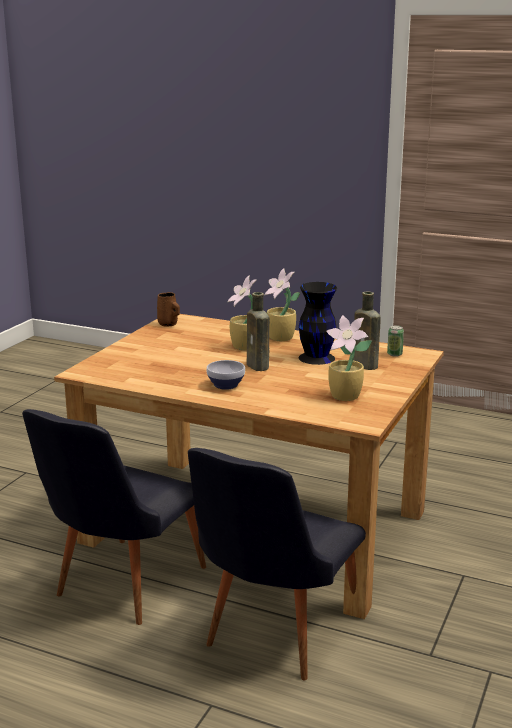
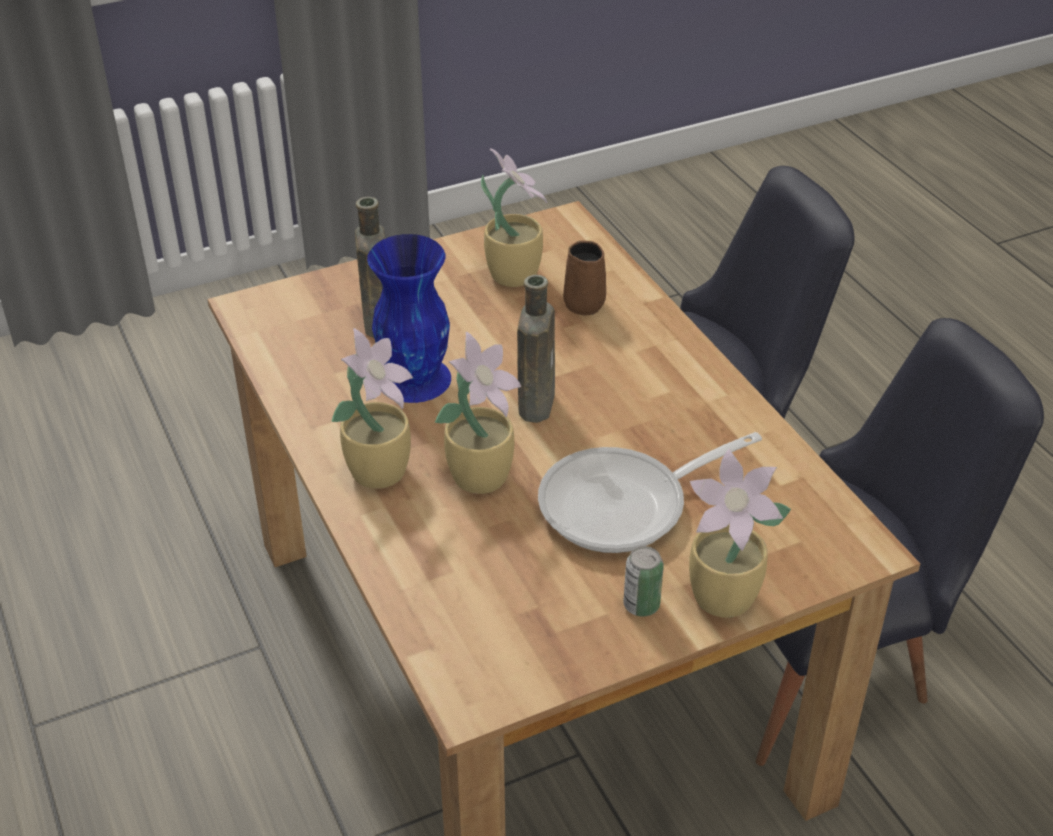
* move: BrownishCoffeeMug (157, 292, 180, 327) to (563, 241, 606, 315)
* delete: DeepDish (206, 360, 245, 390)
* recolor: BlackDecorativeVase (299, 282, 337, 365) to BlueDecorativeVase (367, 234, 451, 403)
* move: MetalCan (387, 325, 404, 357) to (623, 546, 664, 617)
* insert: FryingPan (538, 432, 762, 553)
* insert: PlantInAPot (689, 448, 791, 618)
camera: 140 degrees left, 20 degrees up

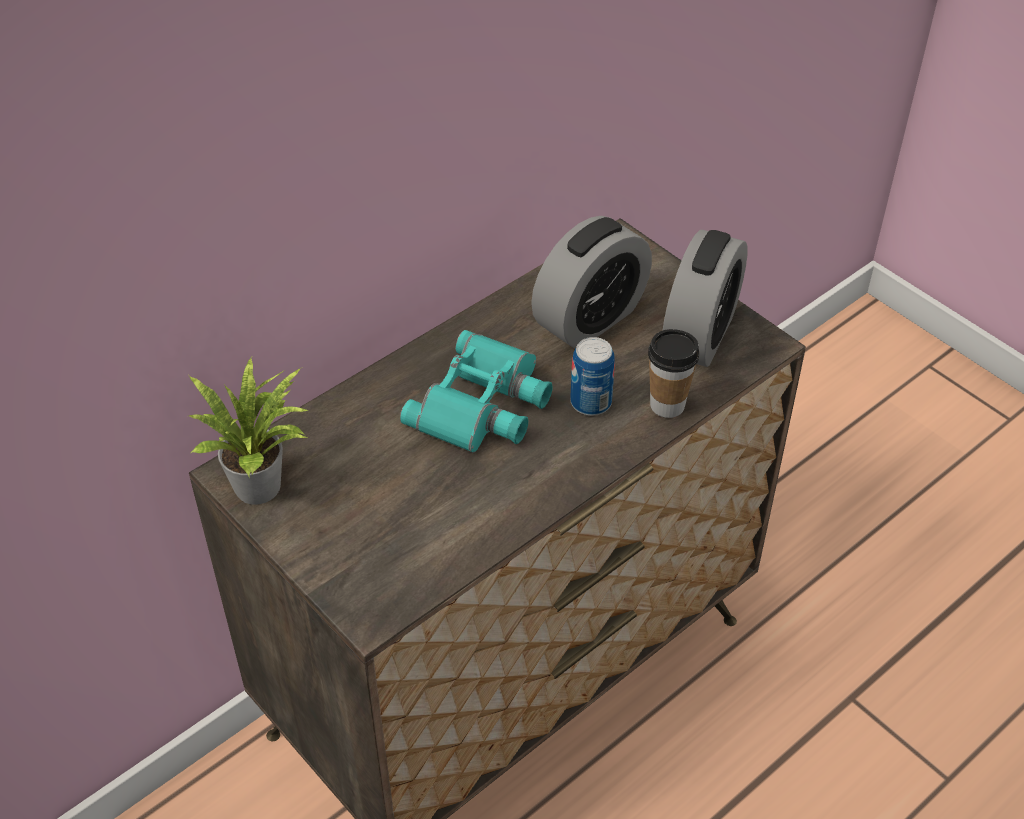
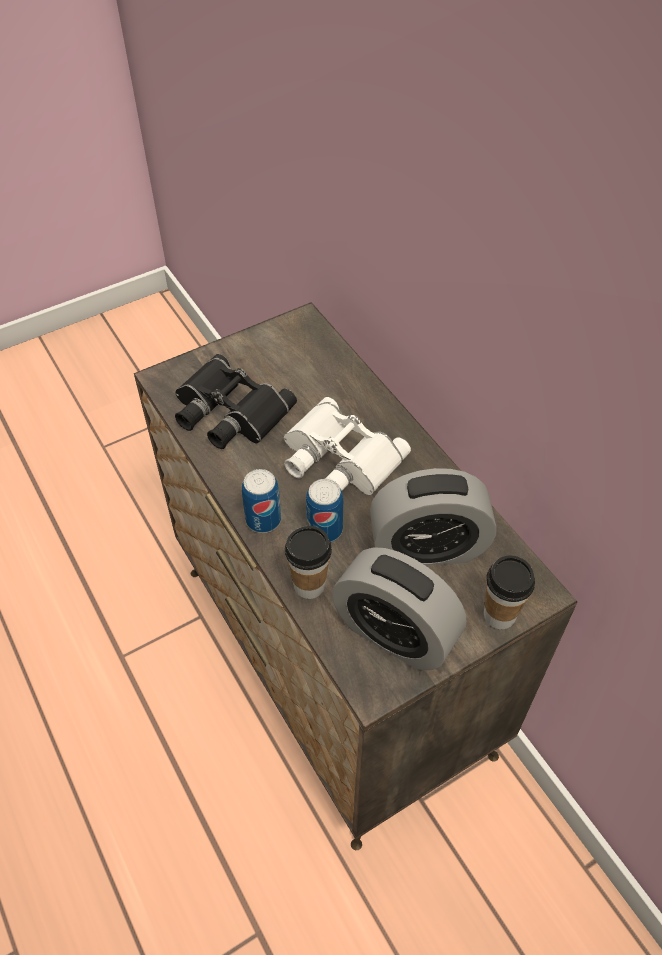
* delete: PlantInAPot (189, 357, 309, 504)
* recolor: TurquoiseColouredBinoculars (400, 330, 553, 453) to WhiteColouredBinoculars (284, 397, 411, 495)
* rotate: TableClock (531, 216, 652, 349) = (370, 468, 496, 566) 60 degrees counterclockwise
* insert: BlackBinoculars (175, 354, 297, 449)
* insert: MetalCan (242, 469, 281, 533)
* insert: SmallCup (484, 555, 535, 629)
camera: 100 degrees right, 5 degrees up

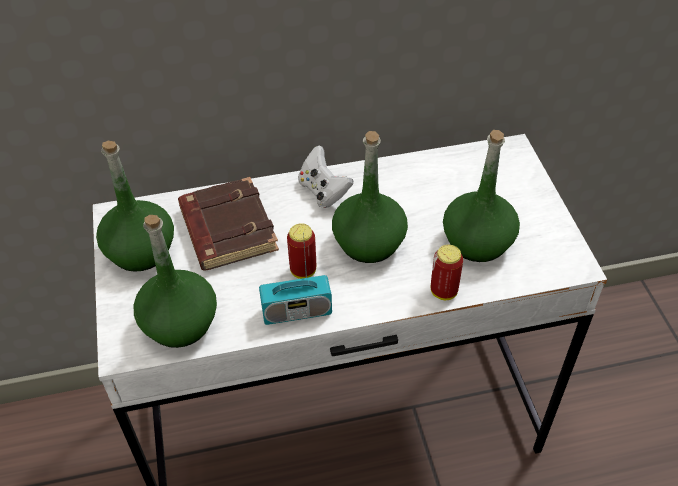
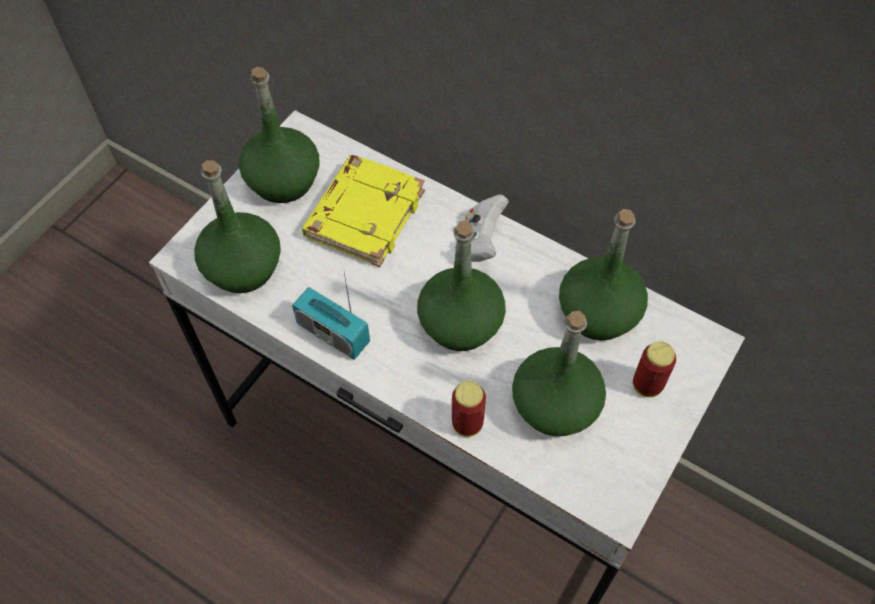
* recolor: BrownishBoundBook (178, 177, 279, 271) to YellowBoundBook (302, 155, 425, 267)
* move: MetalCan (287, 223, 316, 279) to (633, 341, 676, 397)
* insert: GreenishDrinkBottle (559, 209, 648, 340)
camera: 45 degrees right, 10 degrees up

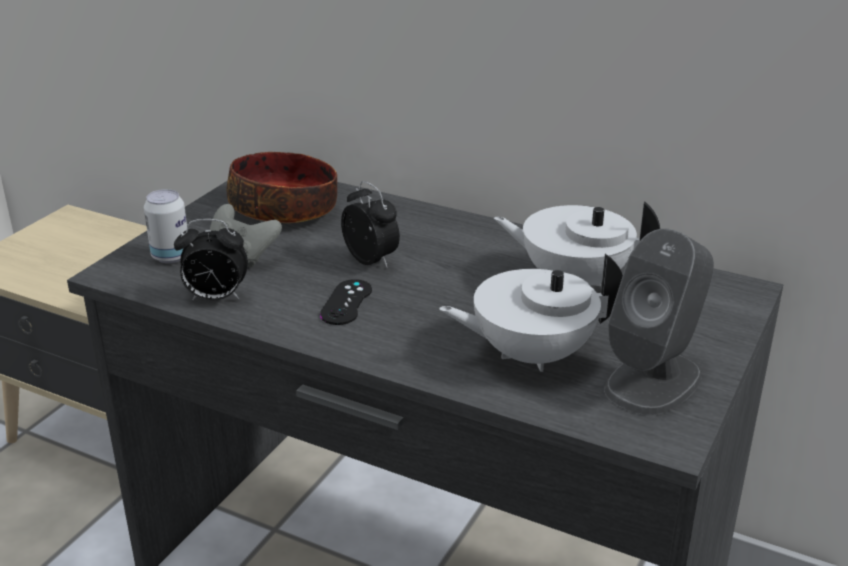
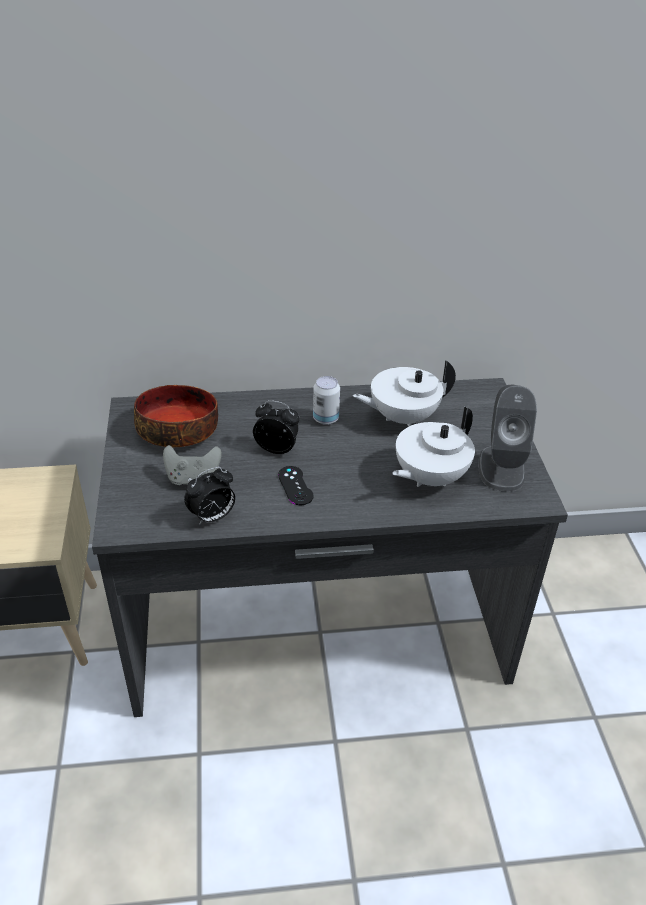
* move: MetalCan (144, 189, 187, 263) to (313, 376, 340, 425)
camera: 35 degrees left, 10 degrees up

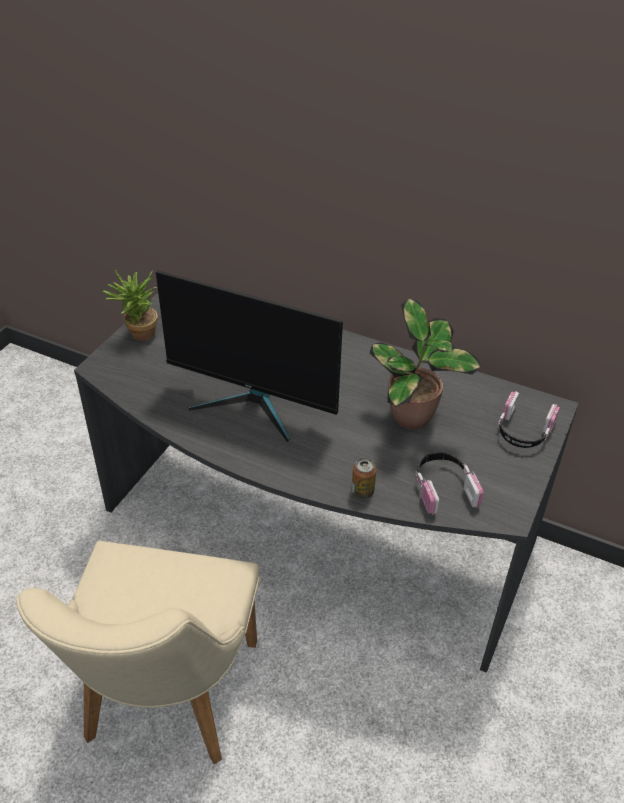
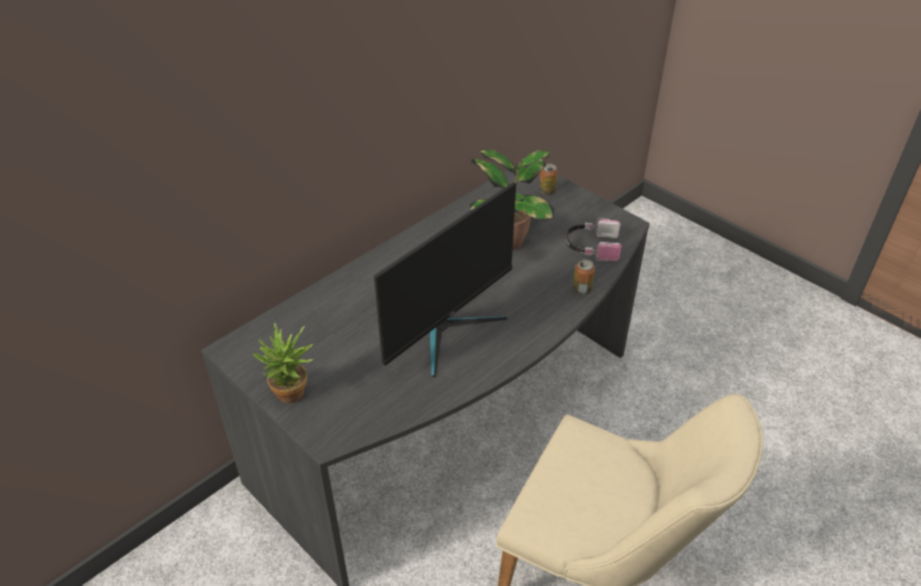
* replace: Headset (498, 391, 560, 448) to MetalCan (539, 163, 558, 196)
camera: 70 degrees left, 0 degrees up

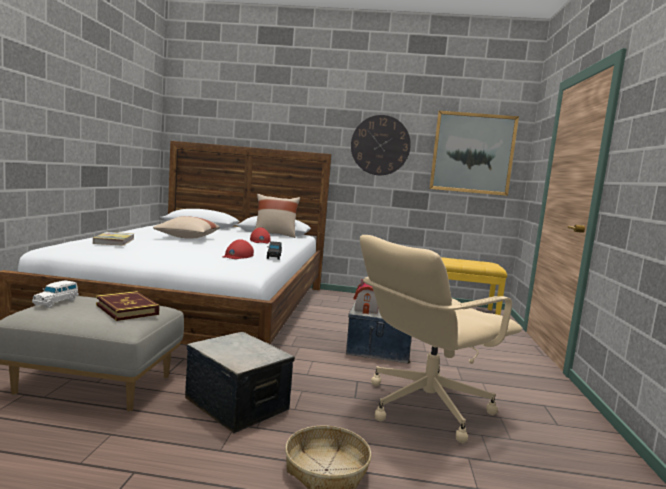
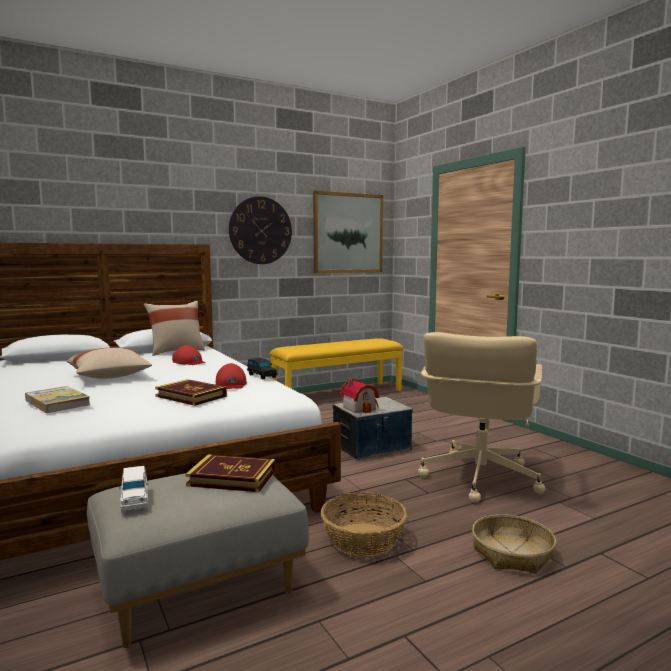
* replace: StorageBox (185, 332, 295, 433) to StorageBasket (321, 492, 407, 557)
* insert: BoundBook (155, 379, 227, 406)
camera: 35 degrees left, 0 degrees up

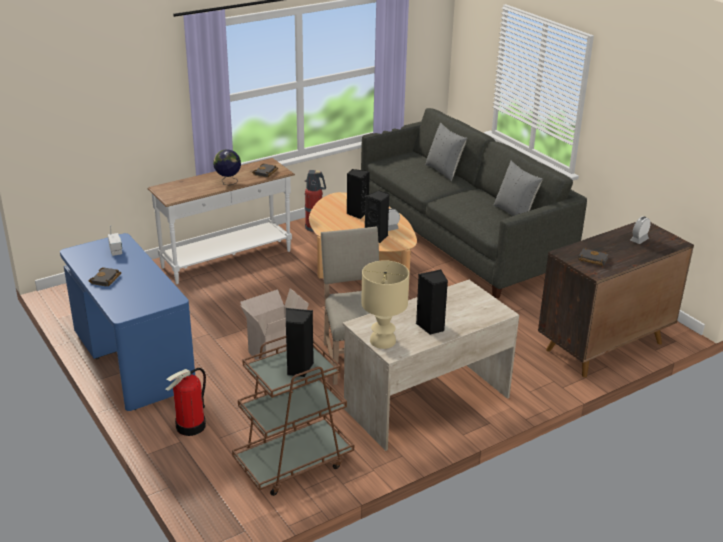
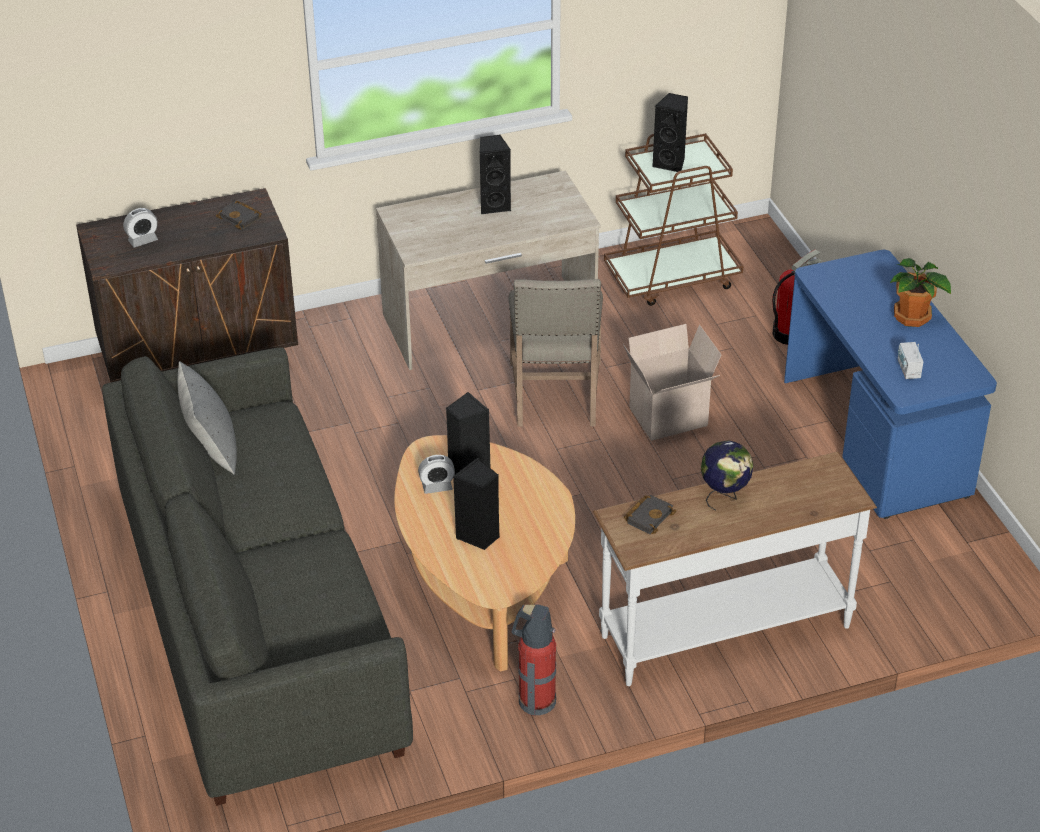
* replace: BlackBoundBook (89, 267, 121, 287) to PlantInAPot (890, 258, 951, 327)
* delete: BeigeColouredLampForATable (361, 260, 409, 349)
* delete: GreyThrowPillow (425, 123, 467, 181)
camera: 165 degrees left, 10 degrees up

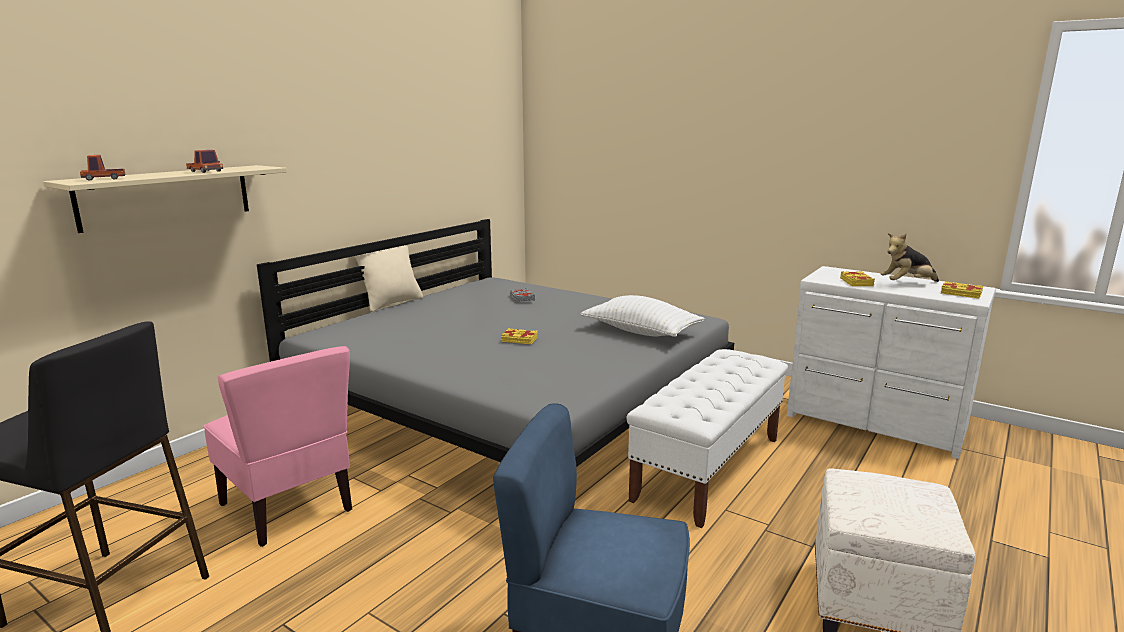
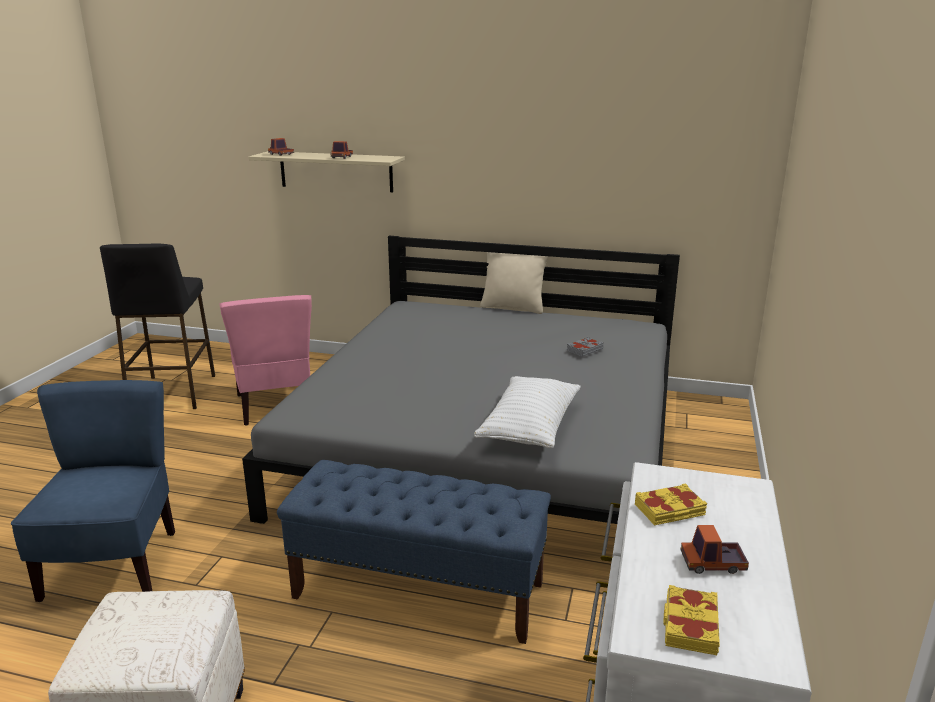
* rotate: PinkishUprightChair (203, 346, 352, 547) = (220, 295, 312, 425) 45 degrees counterclockwise
* delete: YellowBoundBook (501, 328, 538, 344)
* recolor: WhiteColouredBench (626, 349, 788, 528) to BlueBench (277, 460, 551, 644)
* replace: SoftToy (881, 233, 939, 282) to ModelTruck (681, 525, 749, 574)
camera: 70 degrees right, 5 degrees up

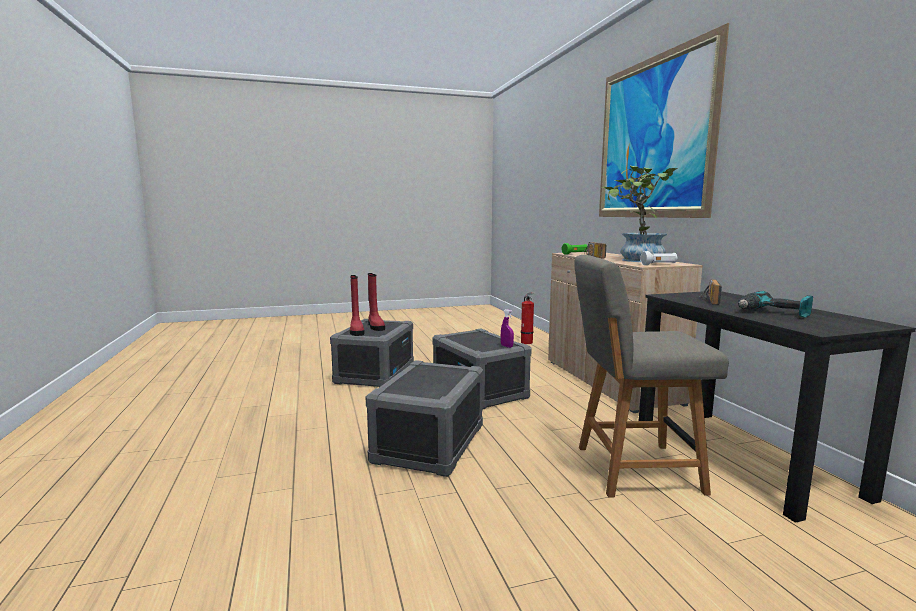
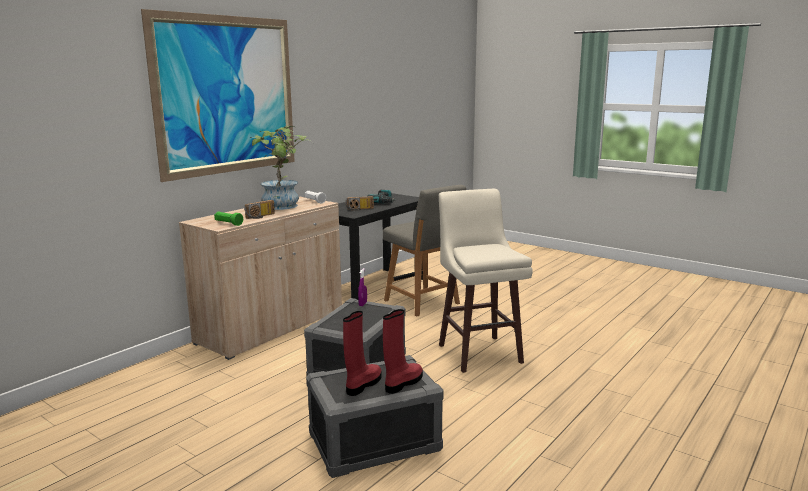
* replace: GreyStorageBox (366, 360, 483, 477) to BeigeColouredStool (439, 189, 533, 373)
* delete: Extinguisher (521, 292, 534, 344)
camera: 125 degrees left, 5 degrees up

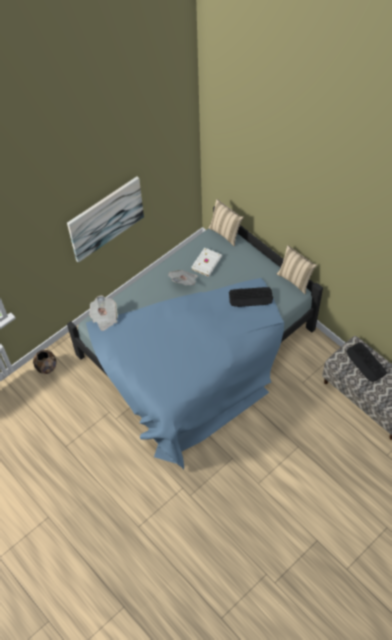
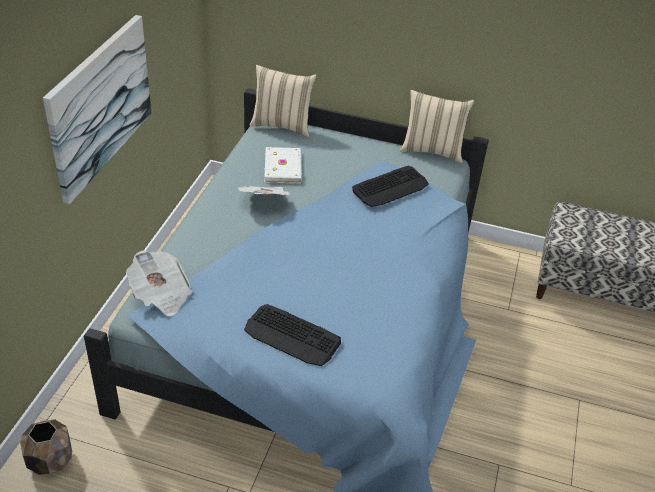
* move: PcKeyboard (346, 343, 387, 382) to (244, 304, 341, 366)
camera: 35 degrees left, 15 degrees down

